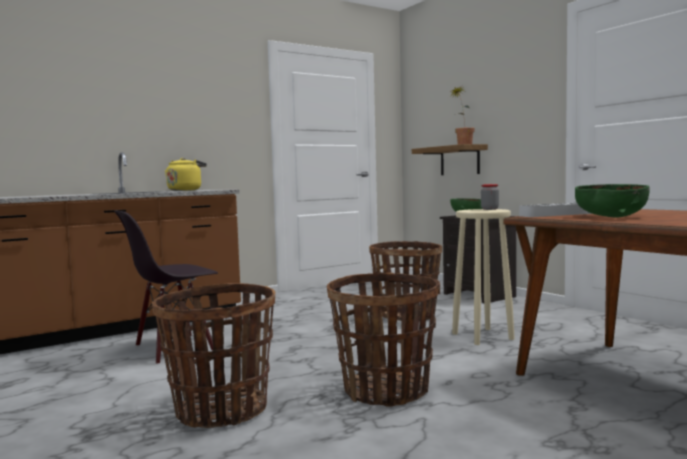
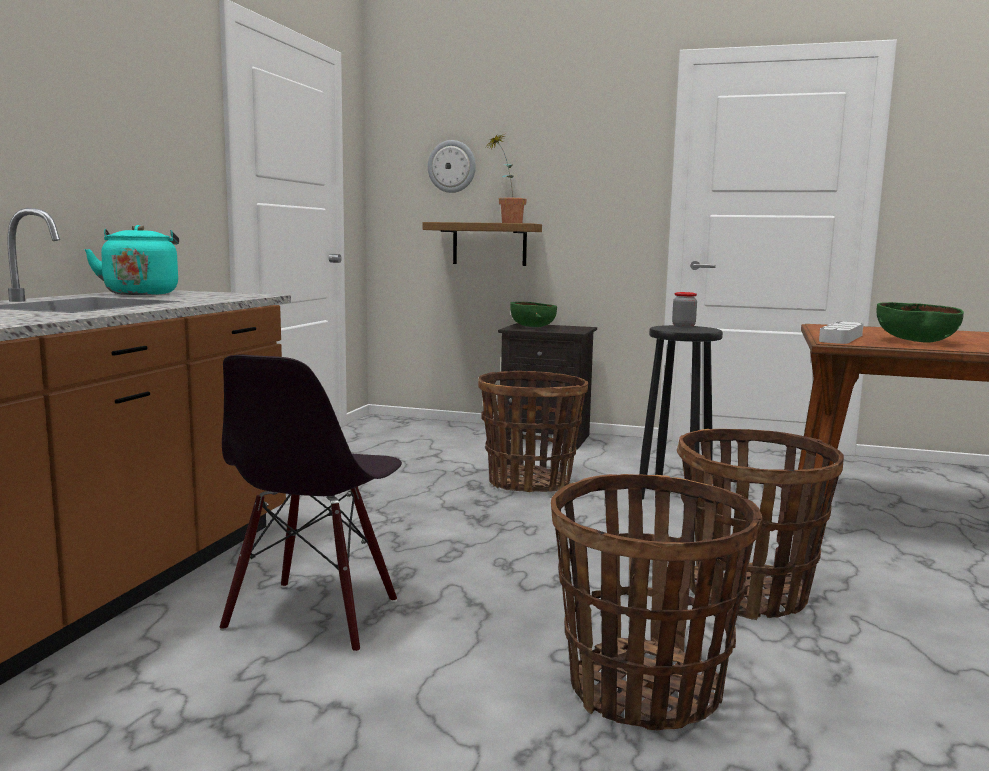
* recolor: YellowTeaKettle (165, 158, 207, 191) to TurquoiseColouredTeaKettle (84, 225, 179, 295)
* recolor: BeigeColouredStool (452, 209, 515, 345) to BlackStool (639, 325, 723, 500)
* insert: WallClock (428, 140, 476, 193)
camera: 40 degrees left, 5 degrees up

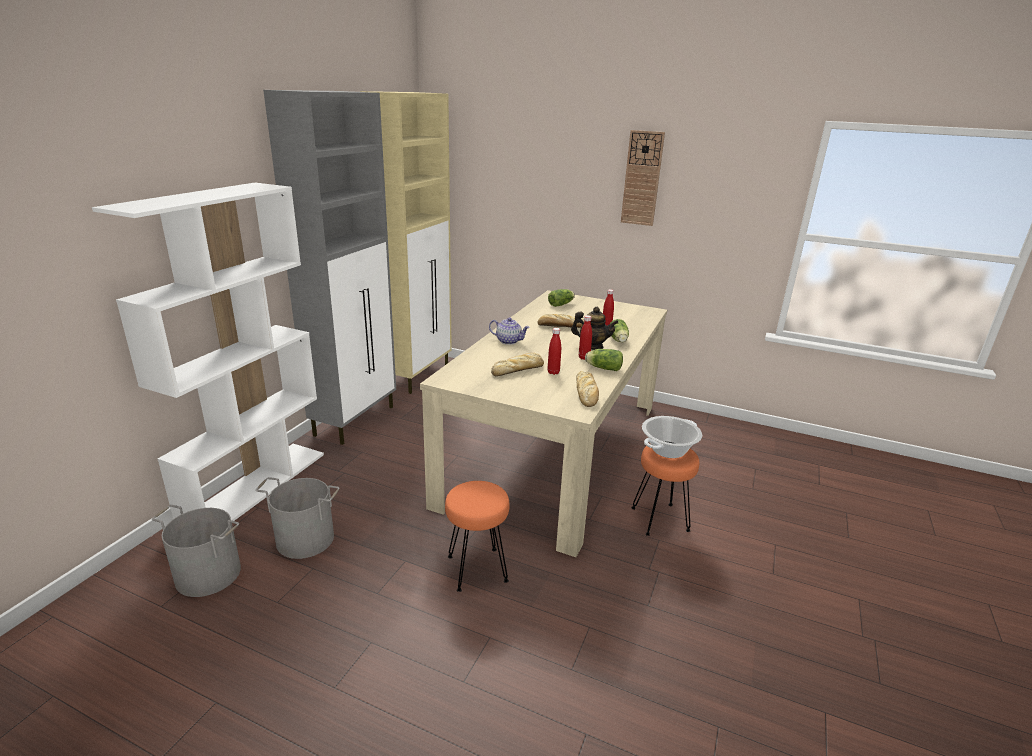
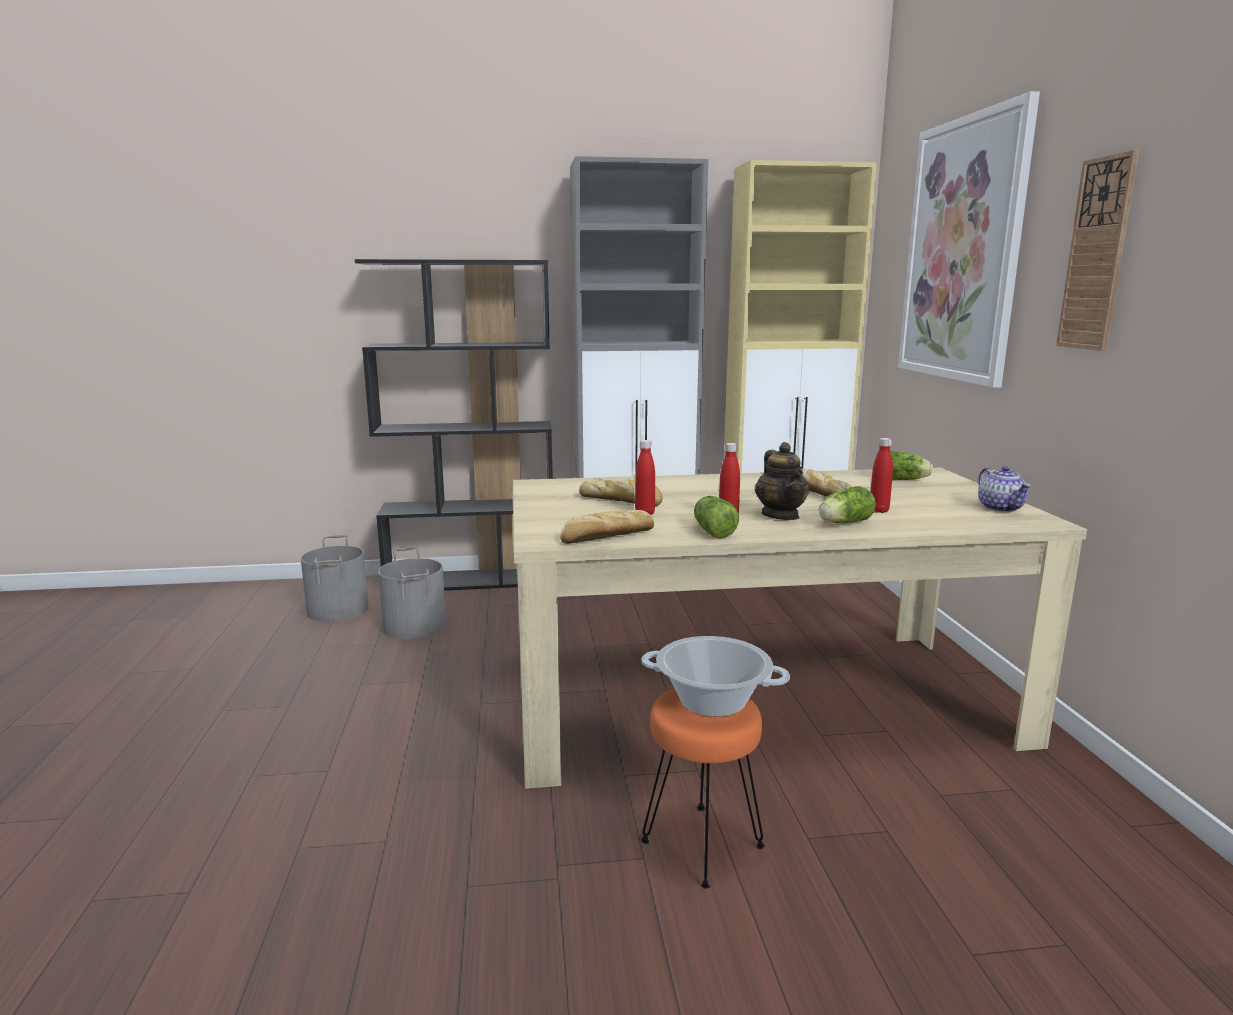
* recolor: WhiteColouredShelvingUnit (92, 183, 324, 521) to BlackShelvingUnit (355, 259, 553, 591)
* delete: OrangeStool (445, 481, 510, 592)
* move: PotForTea (489, 318, 530, 345) to (978, 466, 1031, 512)
* insert: WallArt (898, 91, 1040, 388)
camera: 60 degrees right, 10 degrees down

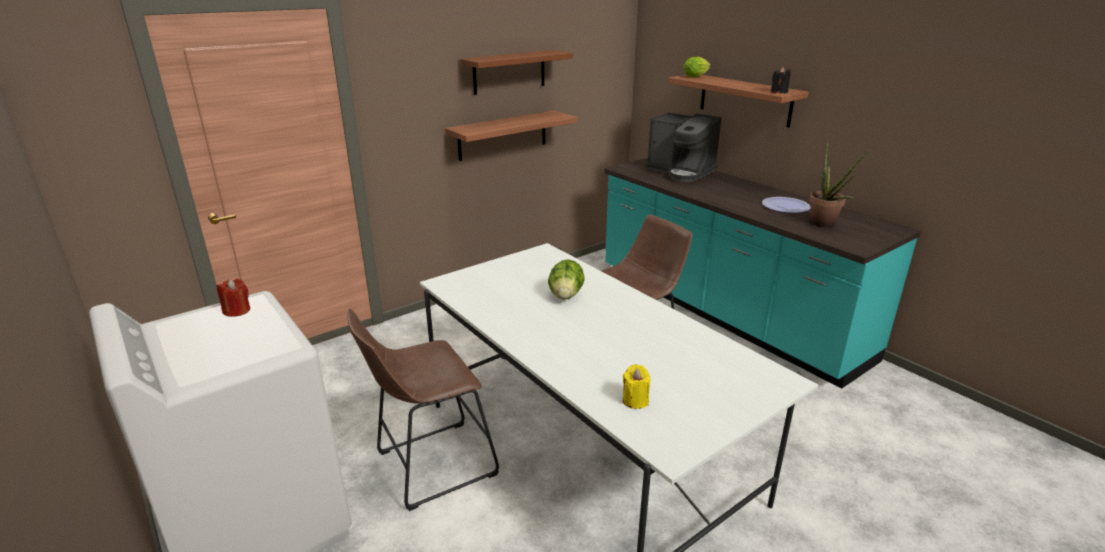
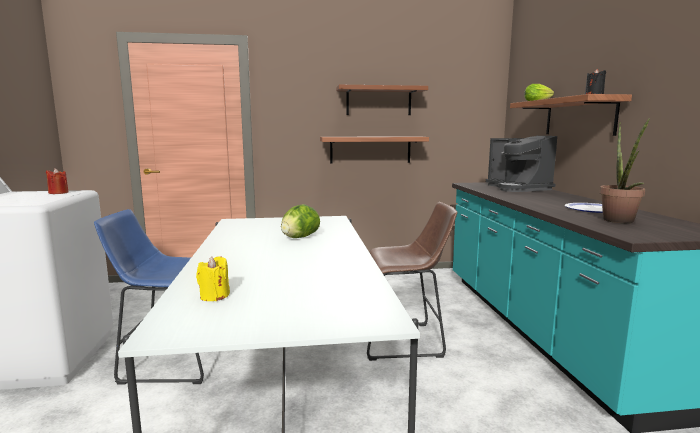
* recolor: BrownishStool (347, 308, 499, 511) to BlueStool (94, 209, 204, 385)
camera: 30 degrees right, 15 degrees down

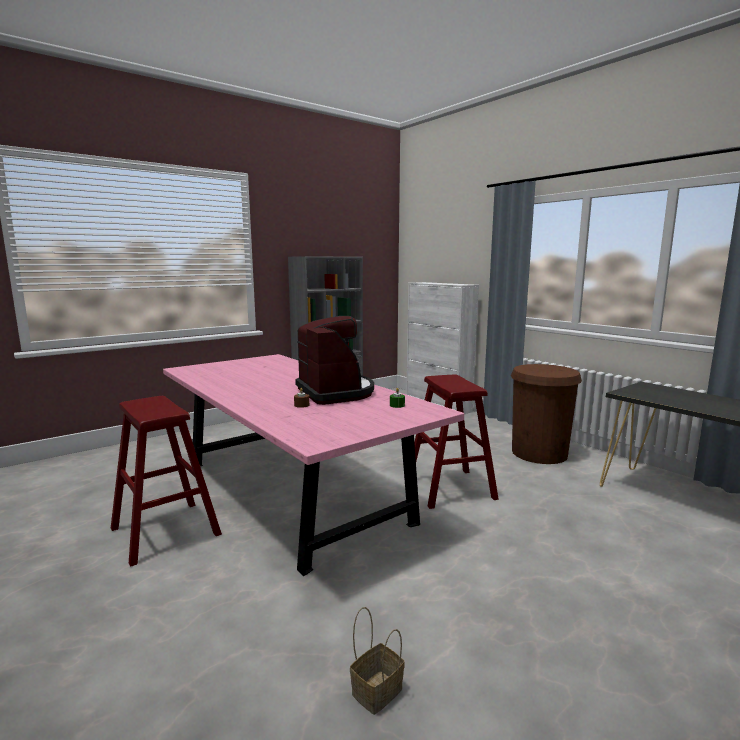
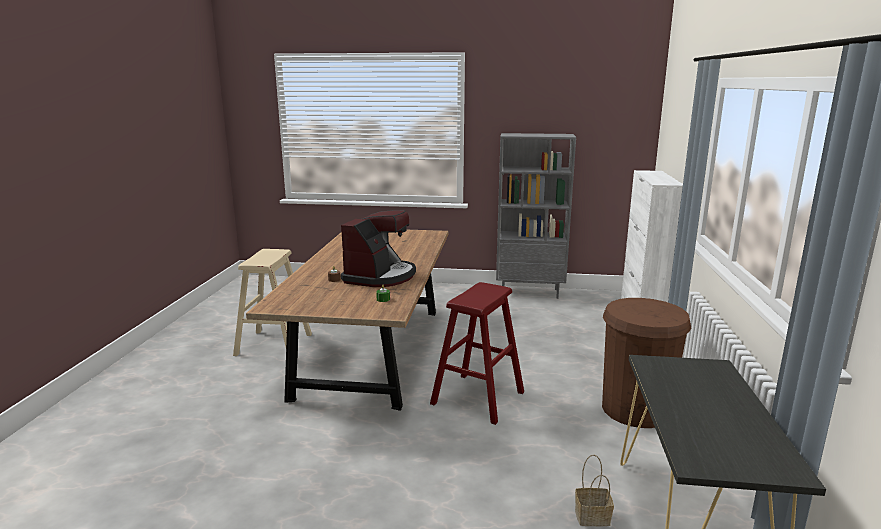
* recolor: ReddishStool (111, 396, 222, 567) to BeigeColouredStool (233, 249, 312, 356)
* recolor: PinkishDiningTable (163, 354, 464, 576) to BrownishDiningTable (246, 230, 448, 411)
* move: StorageBasket (350, 607, 405, 715) to (575, 455, 614, 526)
camera: 45 degrees right, 5 degrees up

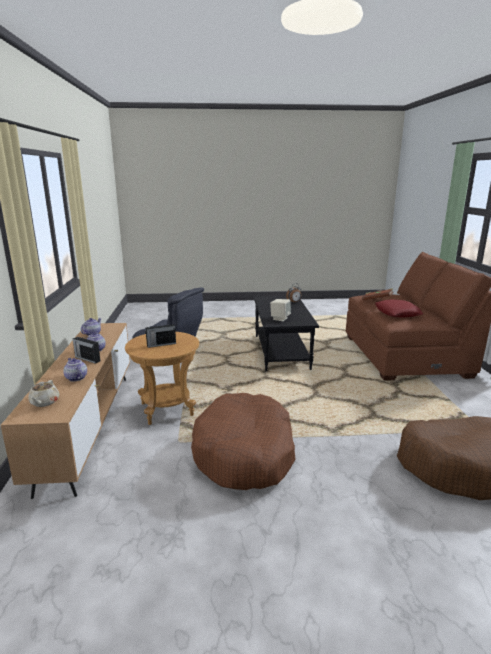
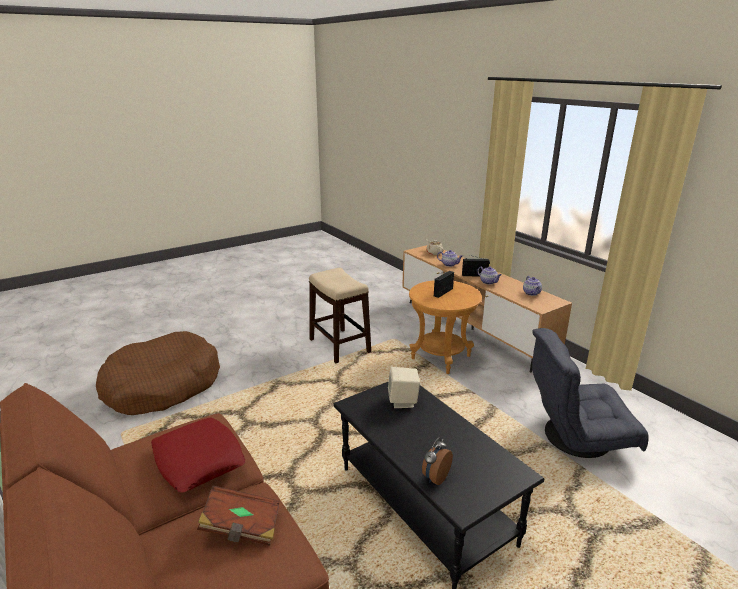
* replace: BrownishDogCushion (191, 393, 296, 490) to Stool (309, 268, 371, 363)
camera: 150 degrees right, 5 degrees up

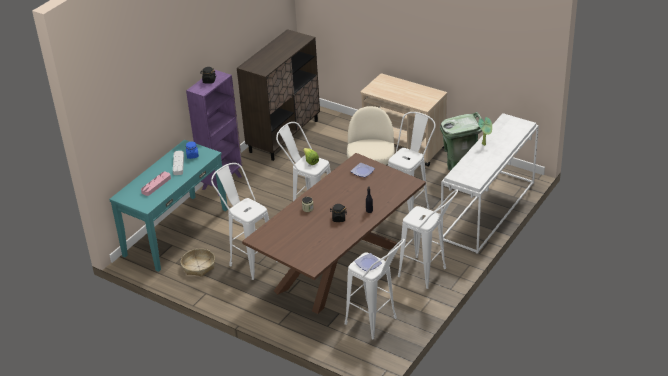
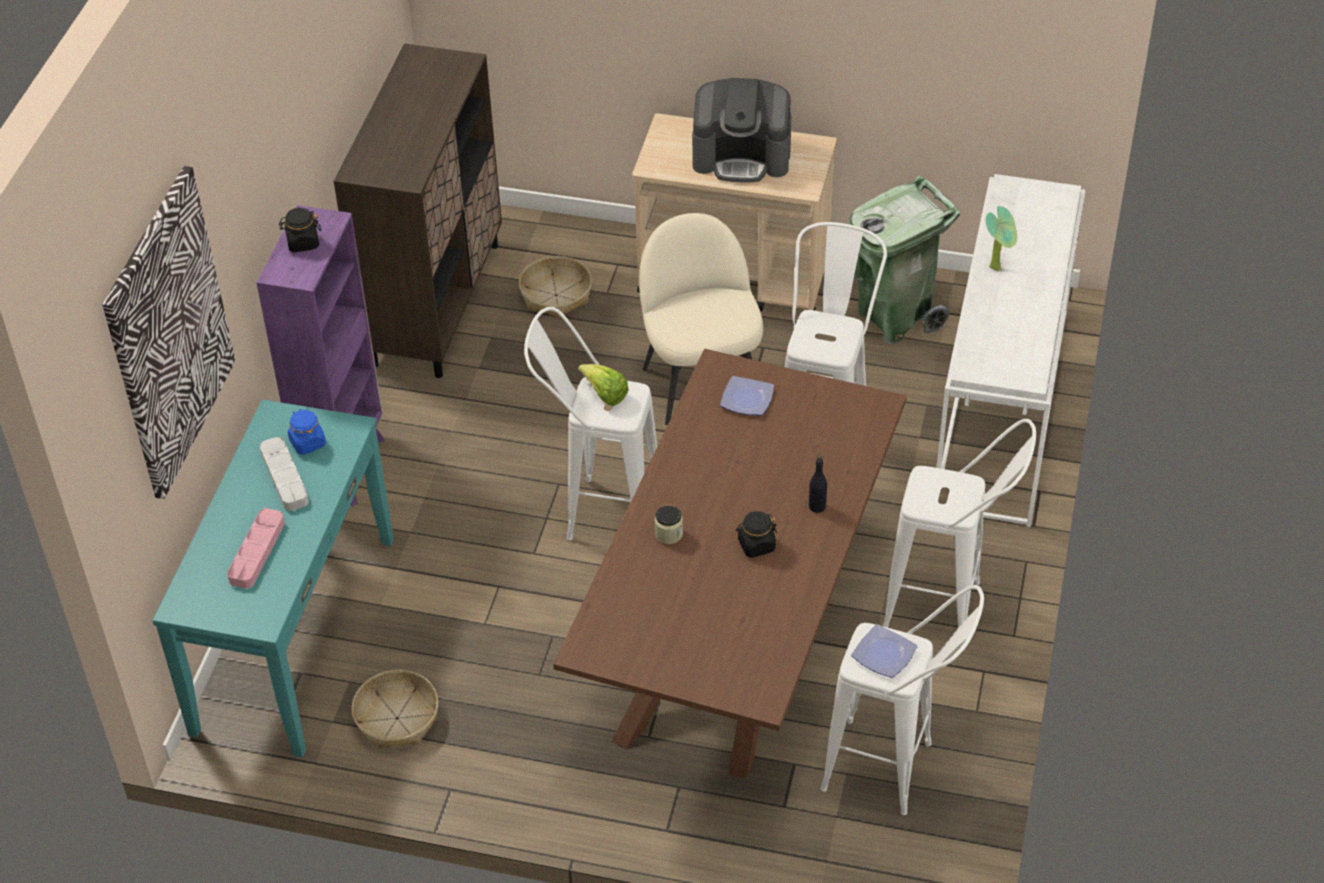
* delete: WhiteColouredStool (211, 163, 277, 280)
* insert: WallArt (102, 166, 235, 499)
* insert: StorageBasket (519, 256, 592, 318)
* insert: CoffeeMaker (692, 78, 791, 183)
camera: 20 degrees left, 10 degrees up

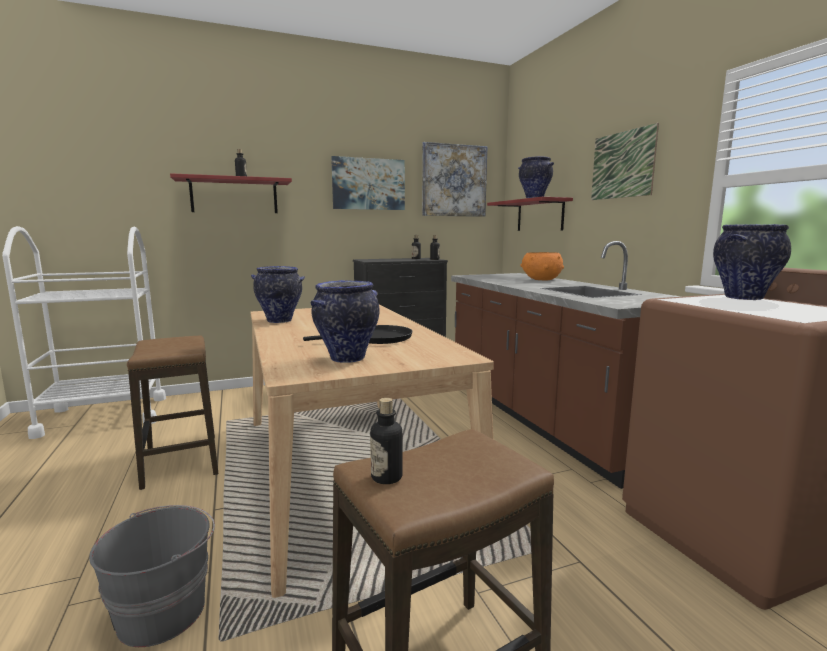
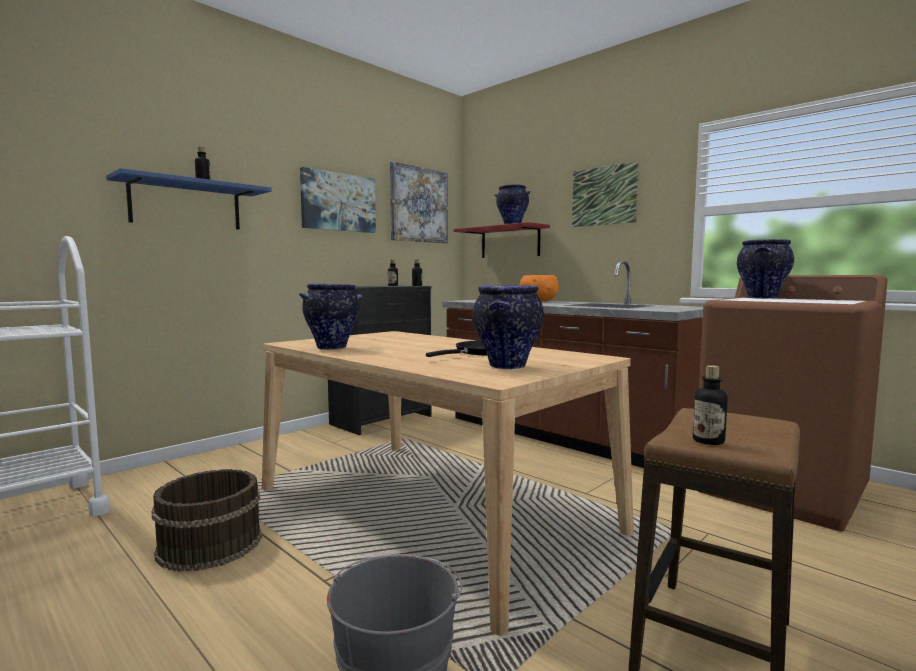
* replace: Stool (127, 336, 218, 490) to BrownishWaterBucket (152, 469, 262, 572)
* recolor: ReddishBracketShelf (170, 173, 292, 213) to BlueBracketShelf (106, 168, 271, 230)
camera: 25 degrees left, 5 degrees down

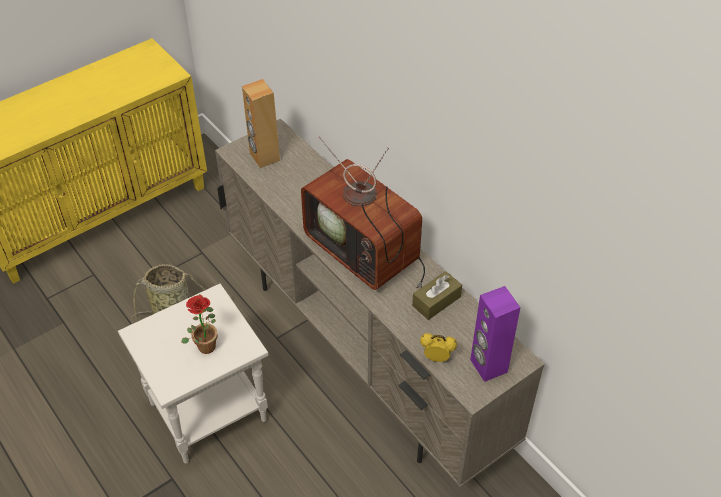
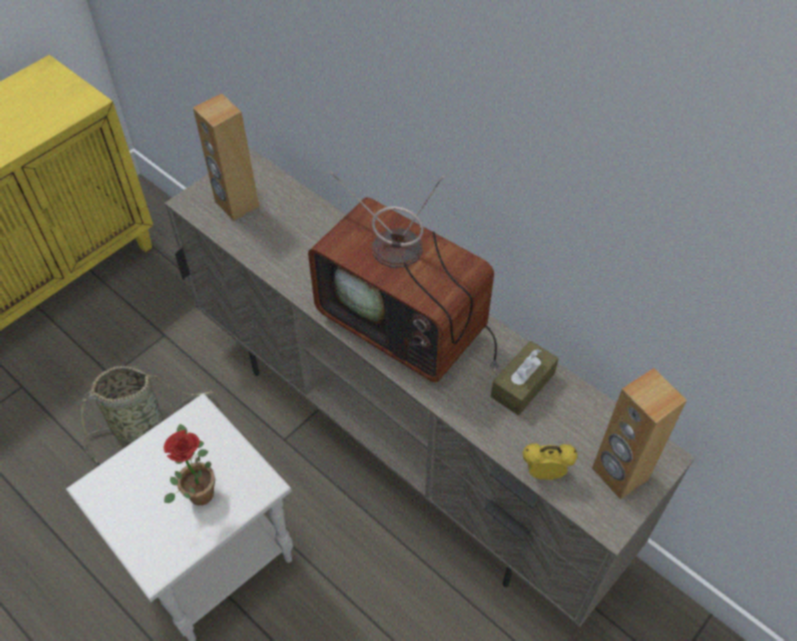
* recolor: PurpleColouredAudioSpeaker (470, 286, 521, 382) to BrownishAudioSpeaker (592, 368, 687, 500)
camera: 10 degrees left, 5 degrees up

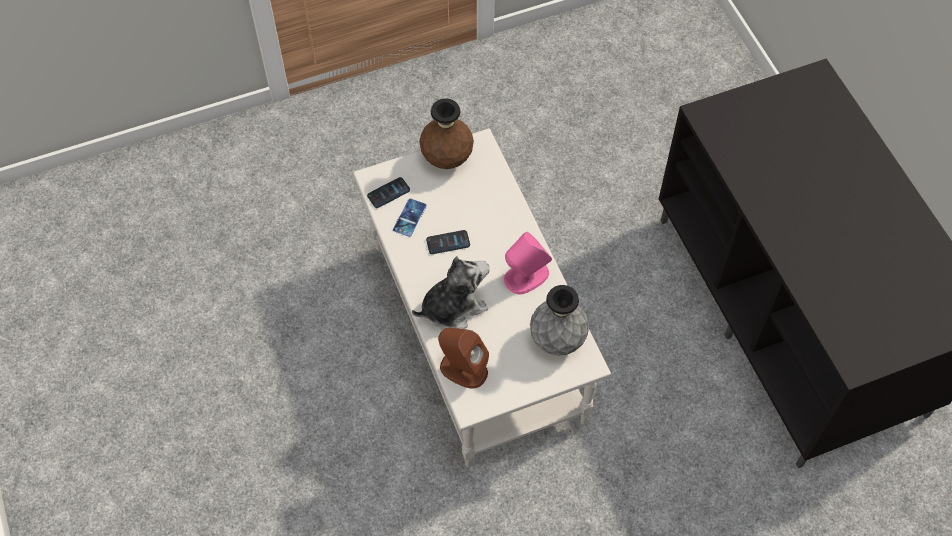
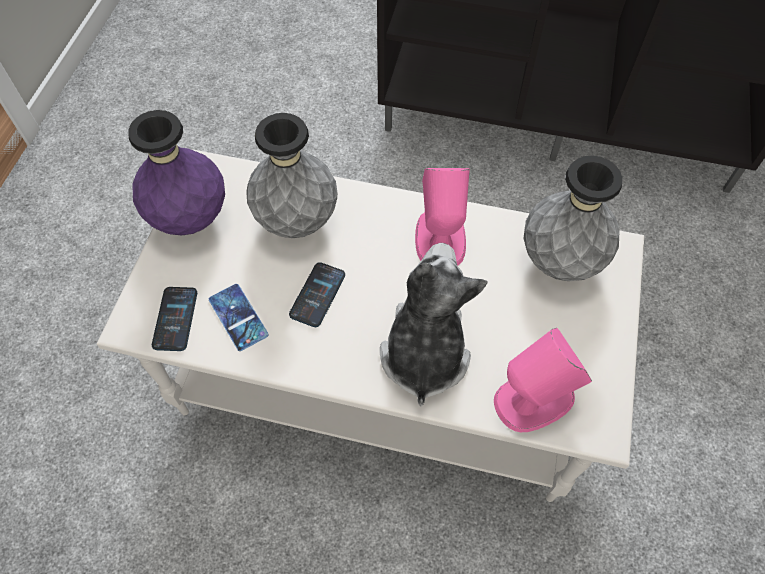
* recolor: BrownishDecorativeVase (419, 98, 474, 169) to PurpleColouredDecorativeVase (128, 110, 225, 236)
* recolor: BrownishAudioSpeaker (438, 328, 489, 388) to PinkishAudioSpeaker (494, 328, 592, 432)
* insert: GreyDecorativeVase (246, 113, 338, 238)
camera: 55 degrees left, 0 degrees up

